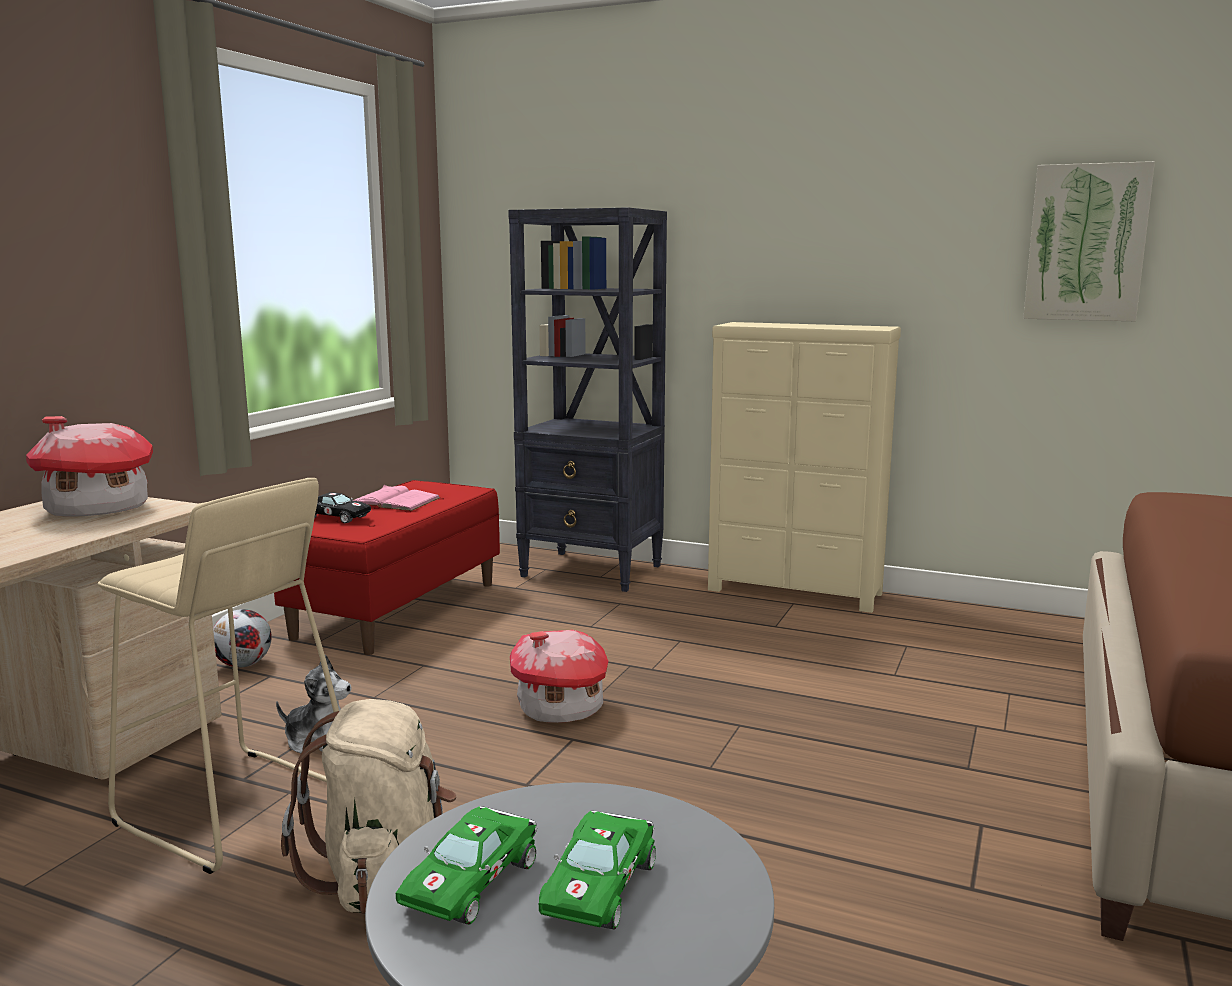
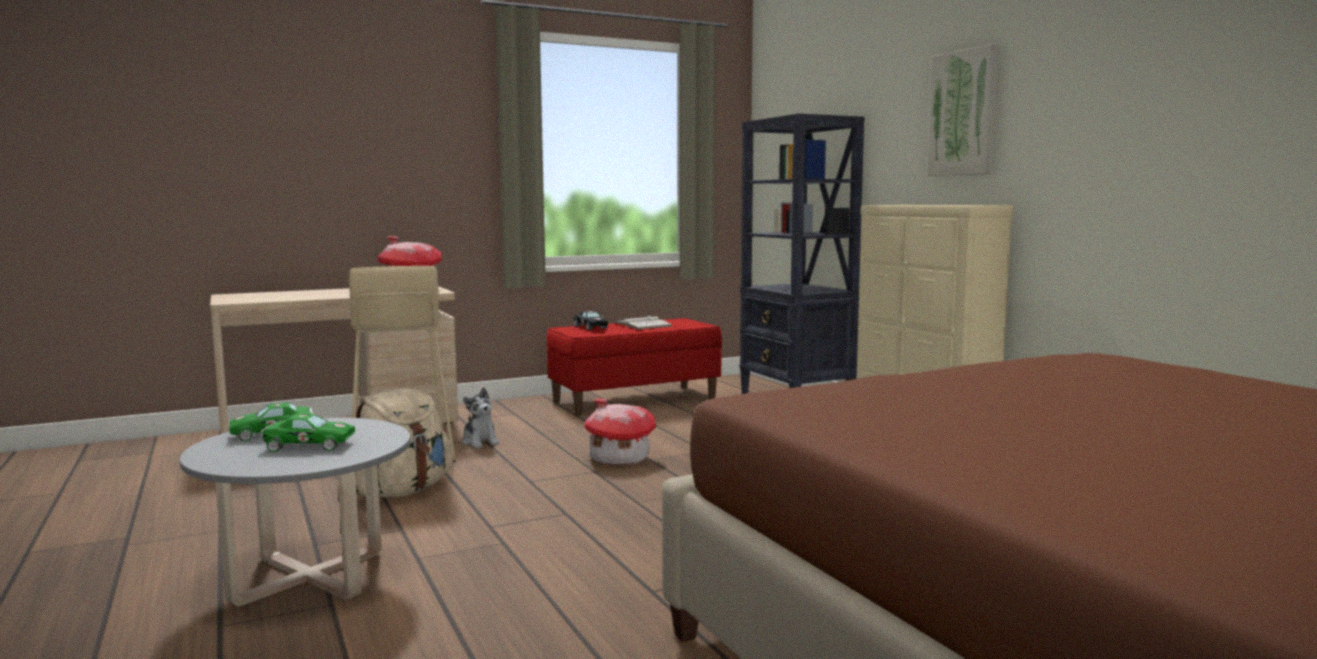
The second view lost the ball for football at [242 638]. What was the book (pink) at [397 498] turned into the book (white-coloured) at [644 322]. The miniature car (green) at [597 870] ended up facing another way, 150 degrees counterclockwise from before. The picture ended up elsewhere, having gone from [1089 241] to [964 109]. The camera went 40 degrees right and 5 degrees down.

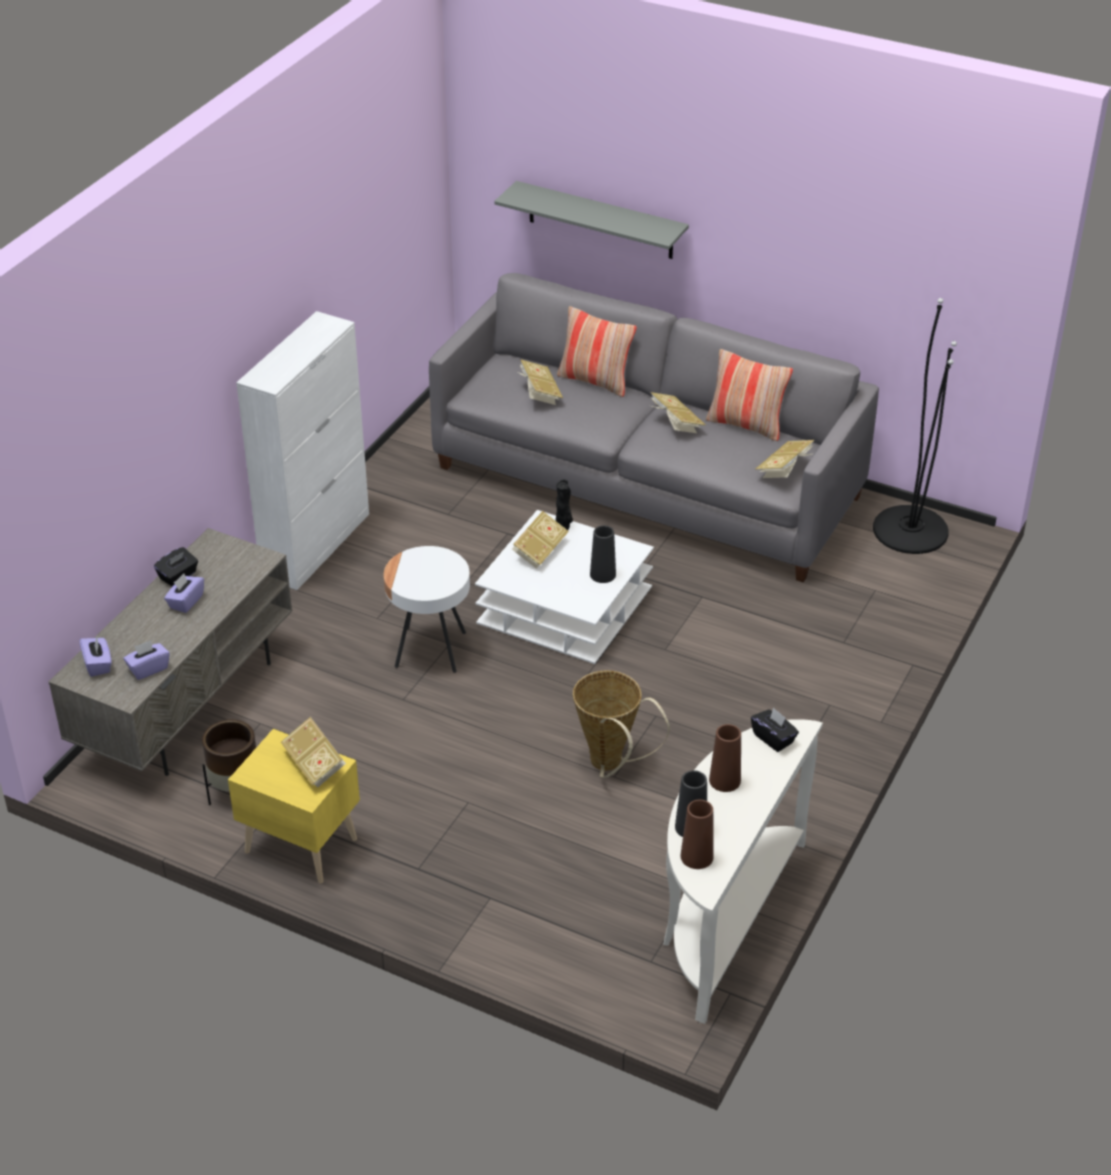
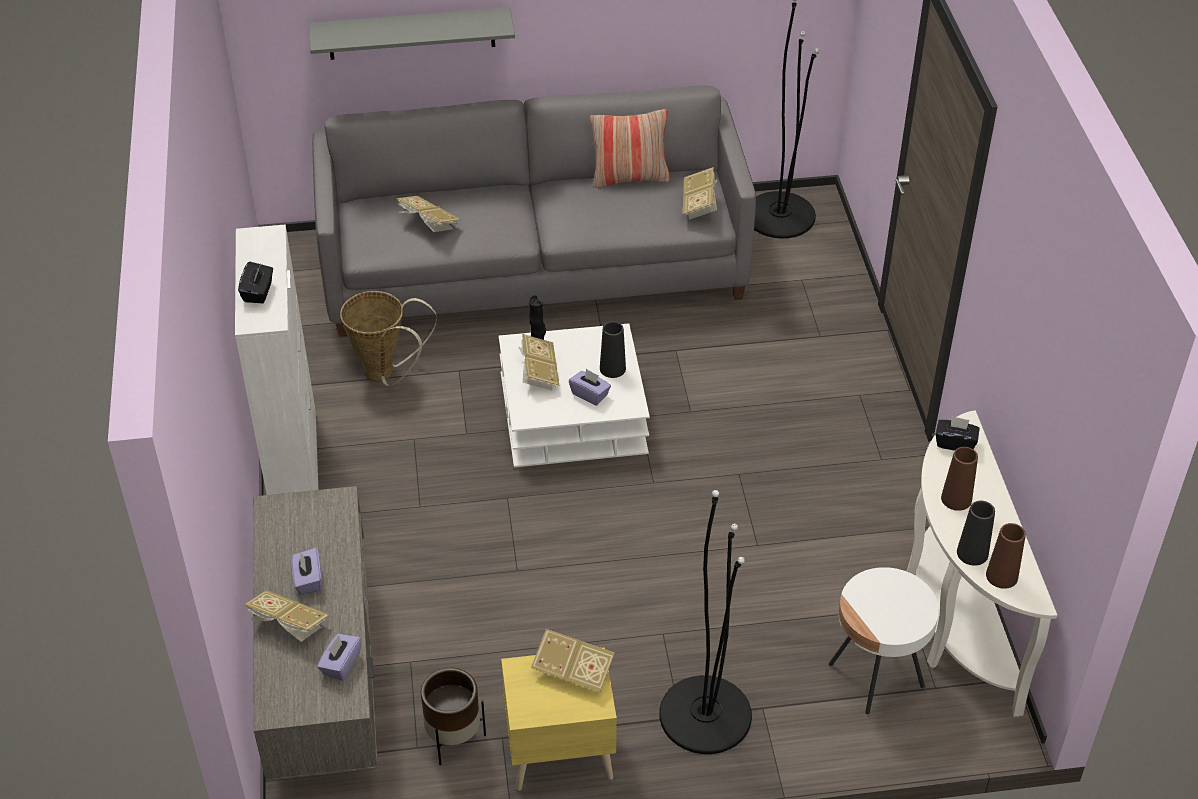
The tissue box (purple-coloured) ended up elsewhere, having gone from [96 657] to [590 387]. The tissue box (black) ended up elsewhere, having gone from [176 566] to [255 282]. The accent table (white-coloured) ended up elsewhere, having gone from [427 609] to [884 640]. The second view lost the throw pillow at [597 351]. The storage basket ended up elsewhere, having gone from [621 724] to [388 338]. The book ended up elsewhere, having gone from [677 412] to [287 616]. The second view gained the standing lamp (black) at [705 622]. The camera went 35 degrees left and 5 degrees up.

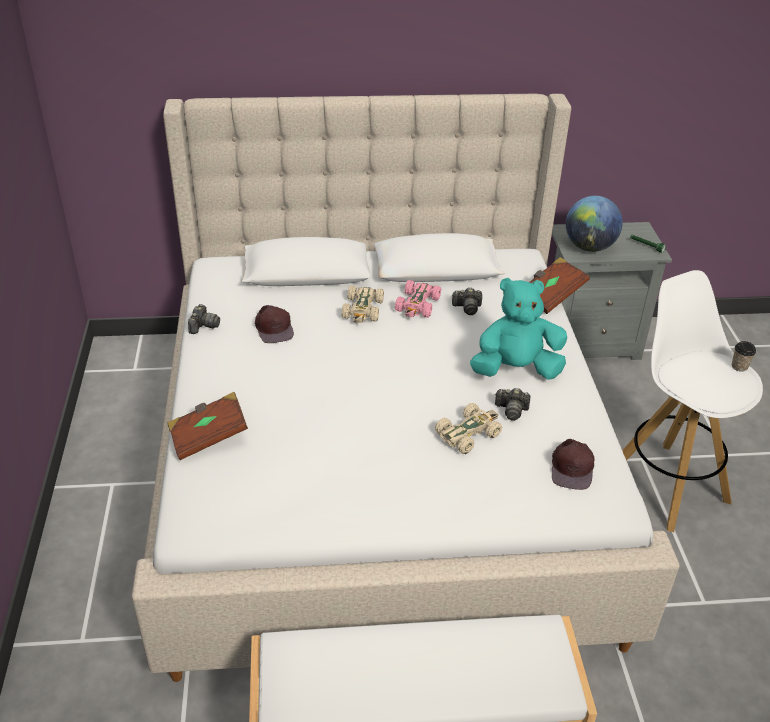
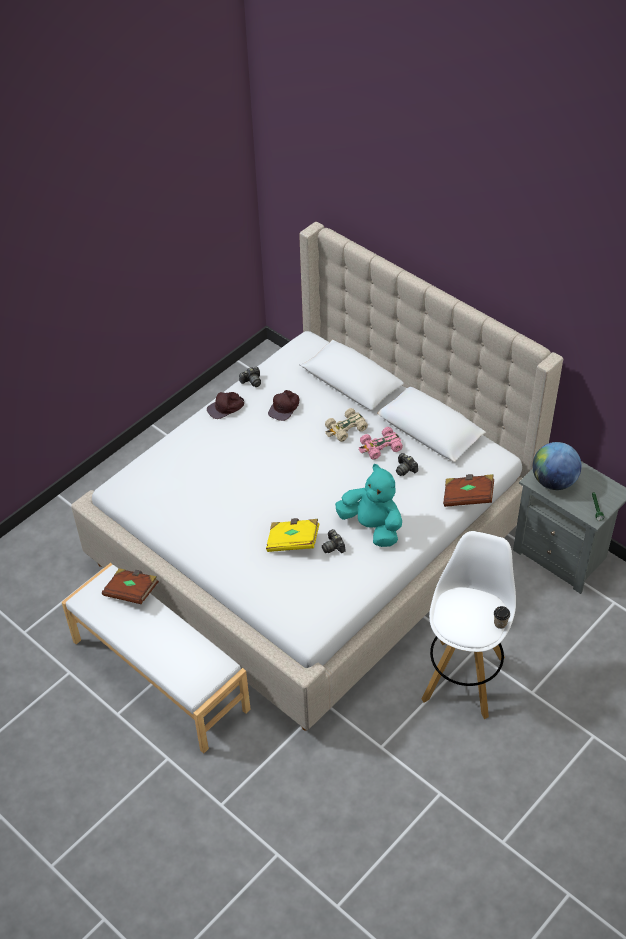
The book (brown) ended up elsewhere, having gone from [208 426] to [130 586]. Where the miniature car (sand-coloured) stood at [468 428], the book (yellowish) came to stand at [292 535]. The peaked cap (brown) ended up elsewhere, having gone from [573 464] to [225 405]. The camera went 50 degrees right and 10 degrees up.

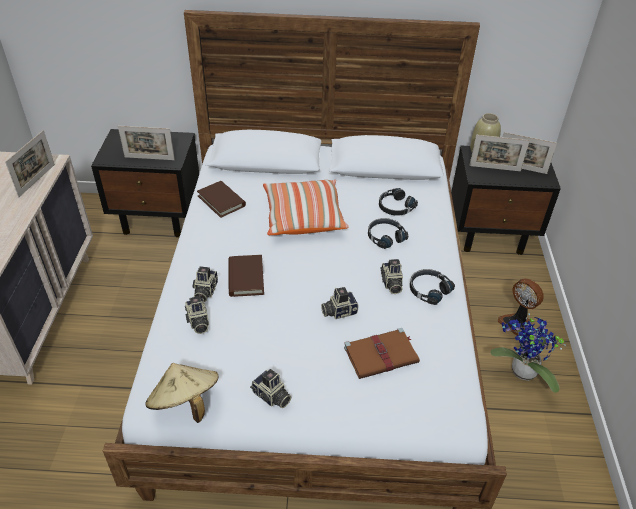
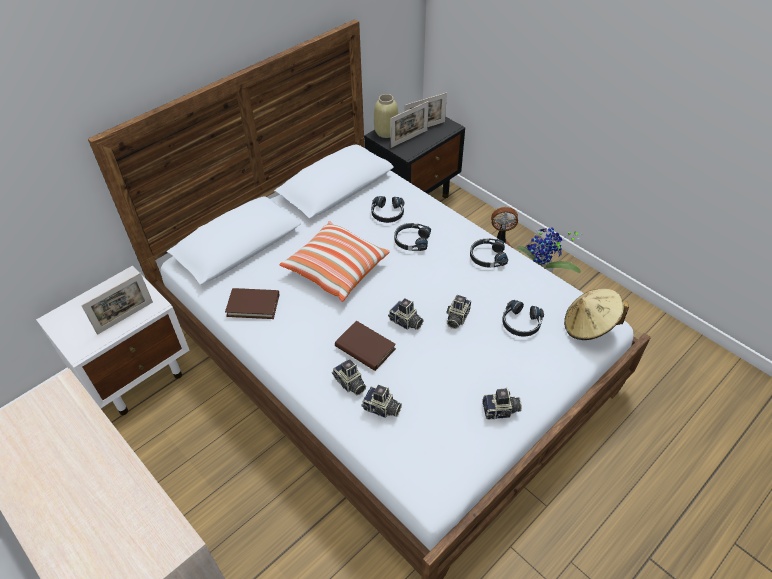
The second view lost the picture frame at [30 163]. What was the bedside table (black) at [145 183] turned into the bedside table (white-coloured) at [112 340]. The wearable hat (sand-coloured) ended up elsewhere, having gone from [181 393] to [596 314]. Where the book (brown) stood at [382 353], the headset (black) came to stand at [523 318]. The still camera ended up elsewhere, having gone from [391 276] to [406 314]. The camera went 45 degrees left and 5 degrees up.

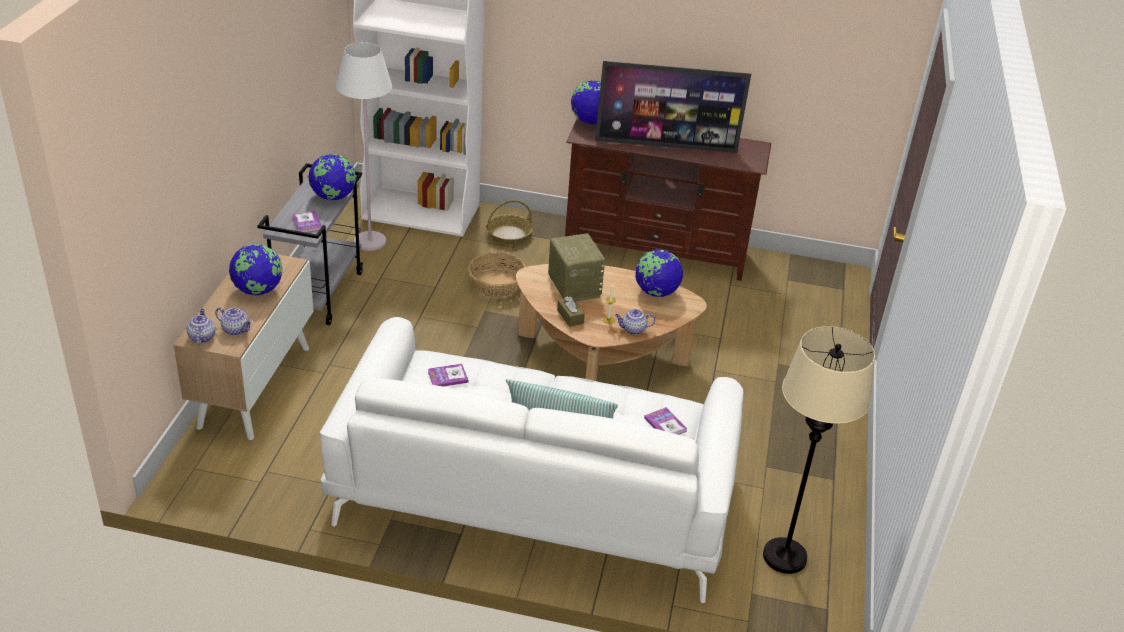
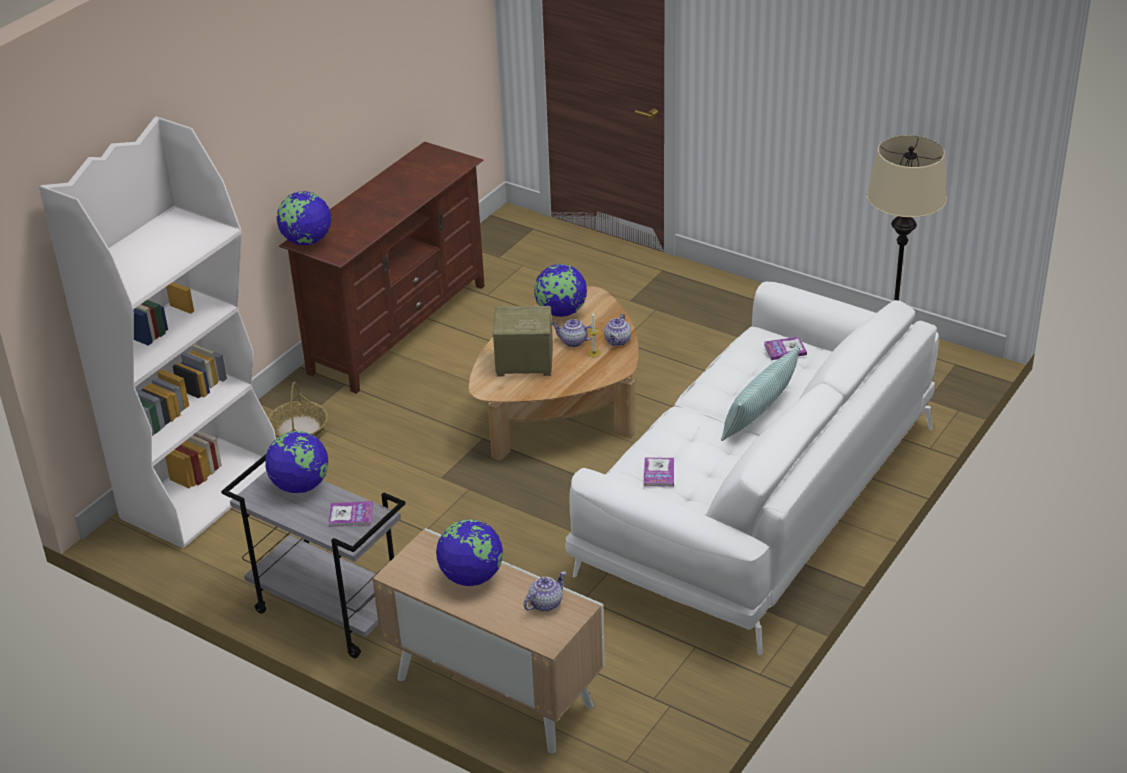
The teapot ended up elsewhere, having gone from [201 326] to [572 333]. The second view lost the standing lamp (white-coloured) at [364 146]. The second view lost the storage basket at [497 275]. The second view lost the tissue box (brown) at [571 312]. The second view lost the TV at [673 107]. The camera went 65 degrees left and 0 degrees up.

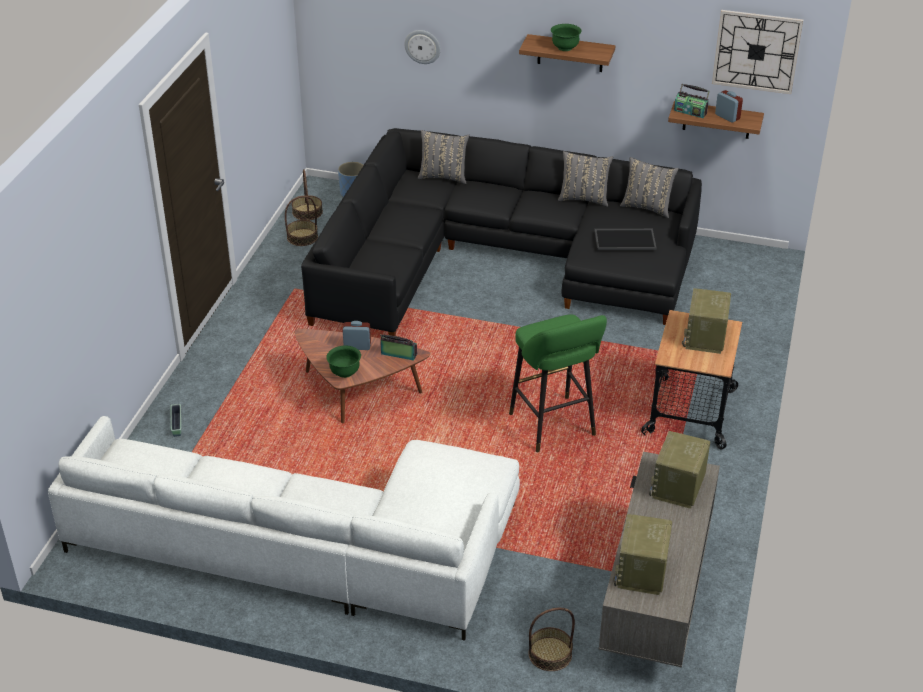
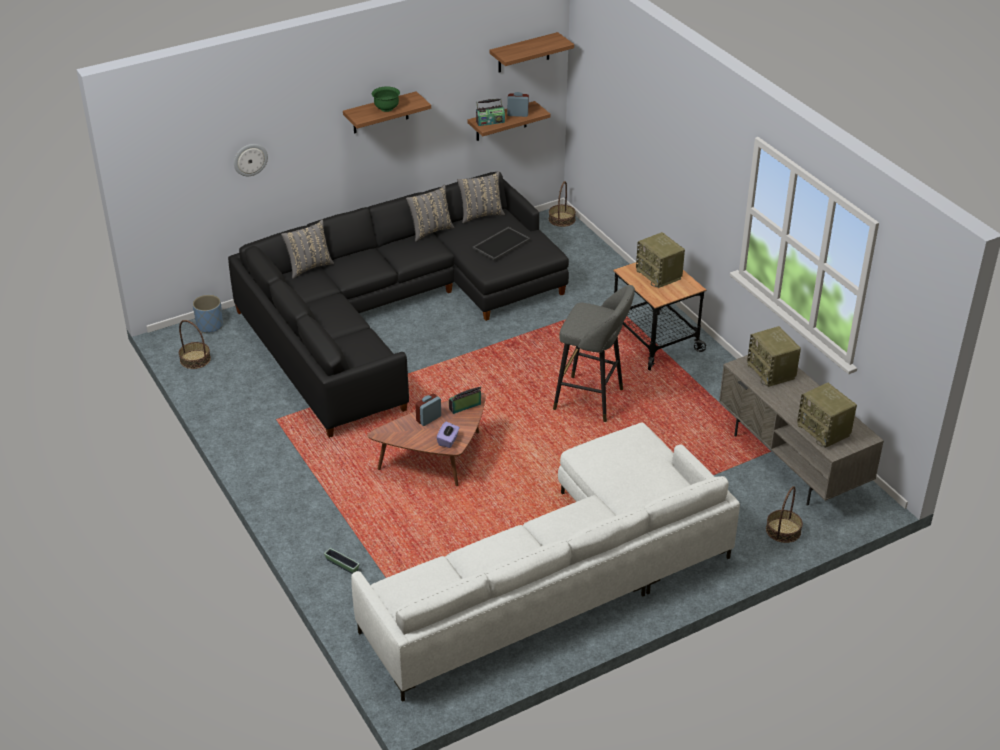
The storage basket ended up elsewhere, having gone from [301 221] to [562 204]. Where the bowl (green) stood at [343 361], the tissue box (purple-coloured) came to stand at [448 435]. What was the sitting stool (green) at [558 383] turned into the sitting stool (greyish) at [594 353]. Where the wall clock hung at [757 52], the wall shelf came to hang at [532 52]. The camera went 45 degrees left and 0 degrees up.

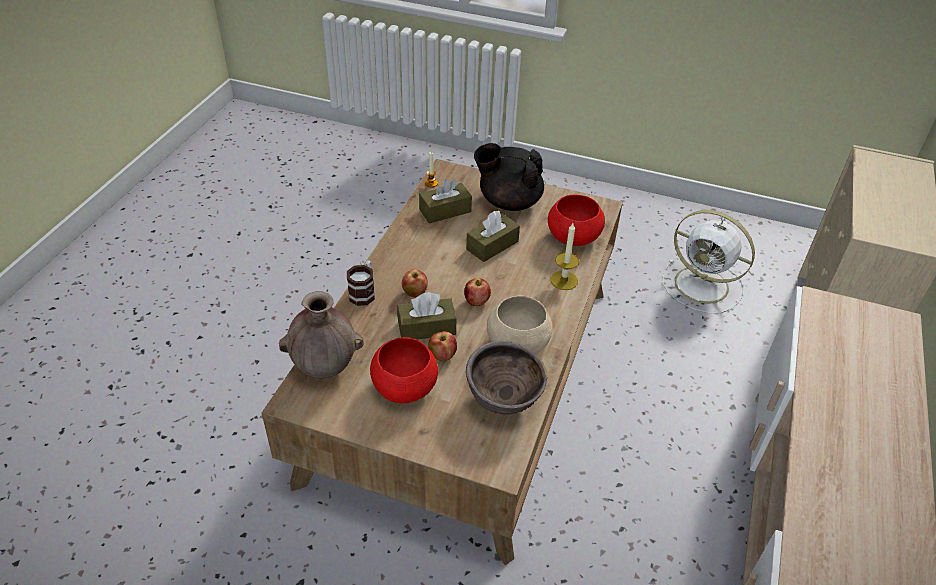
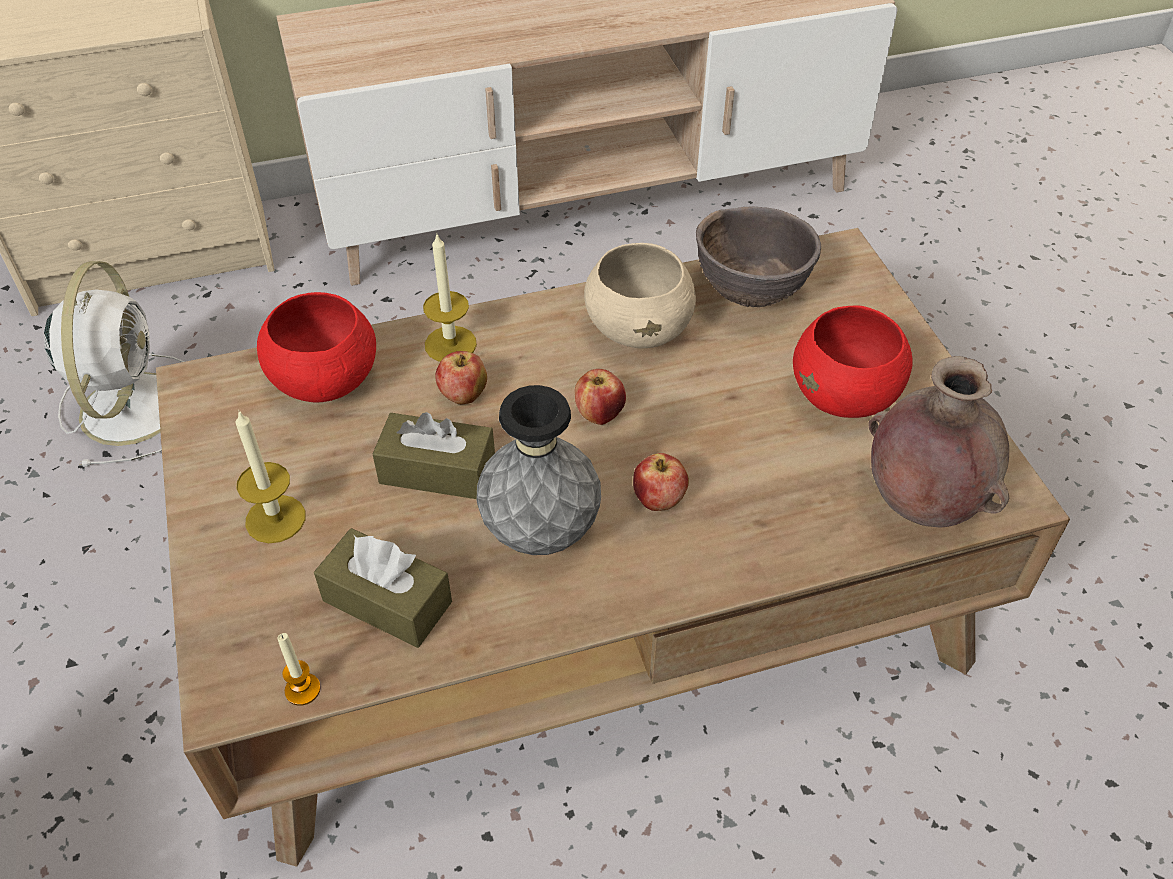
The second view lost the coffee mug at [361 283]. The second view lost the tissue box (brown) at [427 316]. The apple fruit ended up elsewhere, having gone from [442 346] to [461 377]. Where the teapot (black) stood at [509 177], the candle came to stand at [271 476]. The second view gained the decorative vase (greyish) at [538 470]. The camera went 125 degrees left and 5 degrees up.

